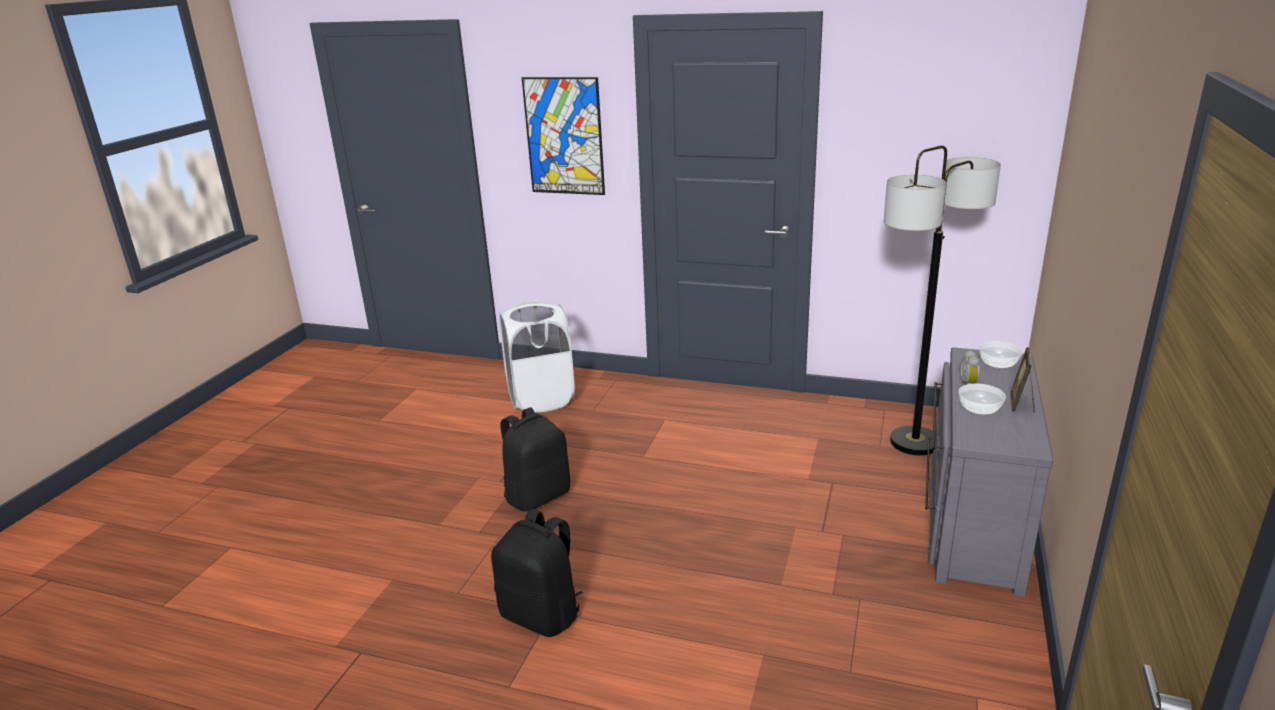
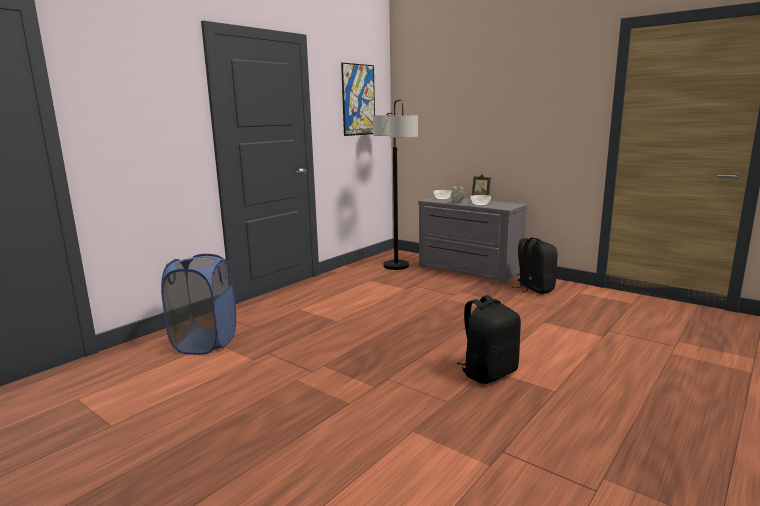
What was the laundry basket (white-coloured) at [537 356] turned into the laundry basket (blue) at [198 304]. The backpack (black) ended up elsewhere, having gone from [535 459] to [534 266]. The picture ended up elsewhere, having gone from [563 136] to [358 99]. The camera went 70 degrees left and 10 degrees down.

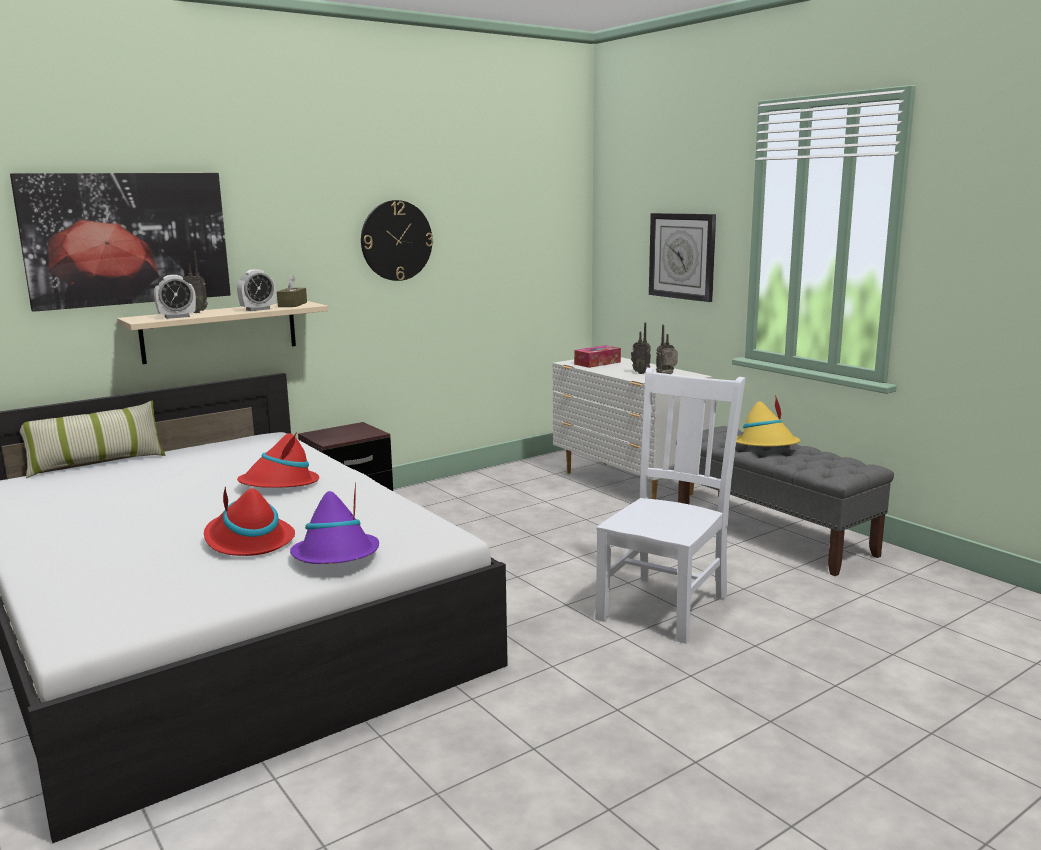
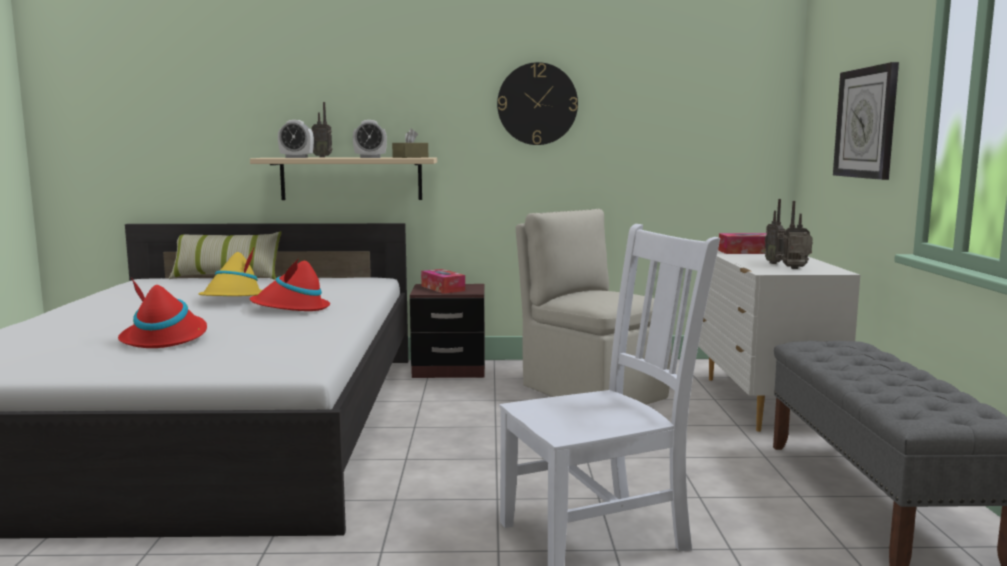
The second view lost the picture at [120 242]. The second view lost the wearable hat (purple-coloured) at [334 523]. The wearable hat (yellowish) ended up elsewhere, having gone from [768 421] to [230 272]. The second view gained the tissue box at [443 281]. The second view gained the upright chair (sand-coloured) at [594 307]. The camera went 35 degrees right and 5 degrees down.

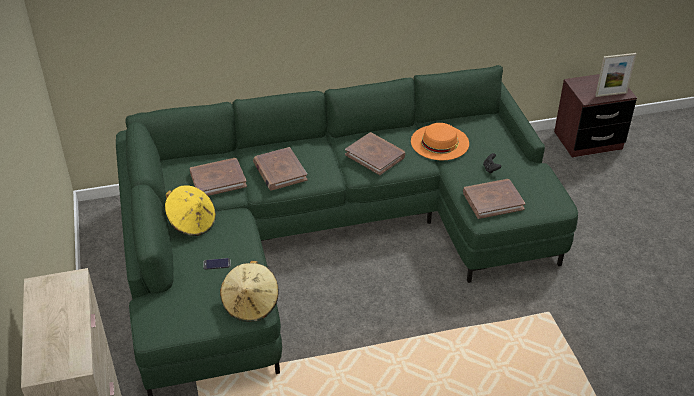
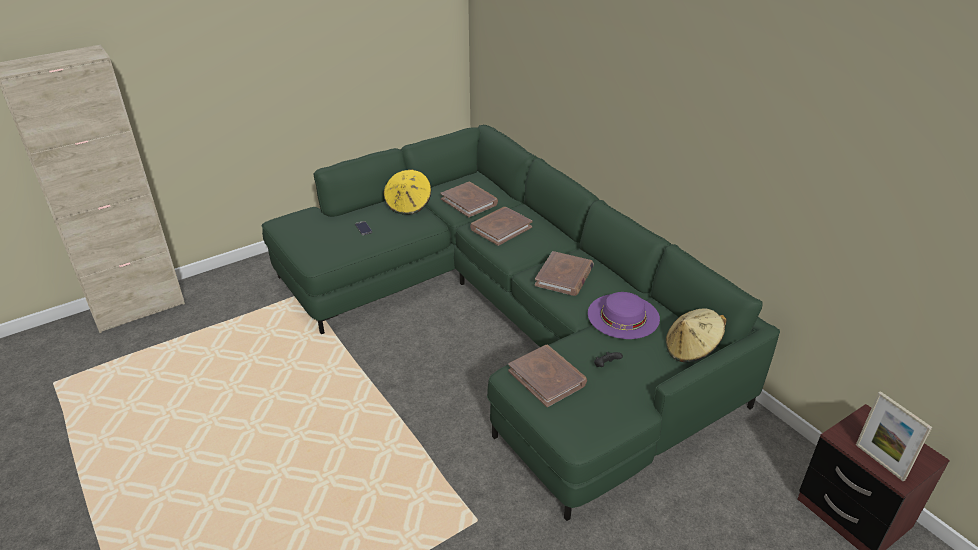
The wearable hat (sand-coloured) ended up elsewhere, having gone from [249 291] to [696 335]. What was the wearable hat (orange-coloured) at [440 141] turned into the wearable hat (purple-coloured) at [624 315]. The camera went 70 degrees right and 5 degrees down.

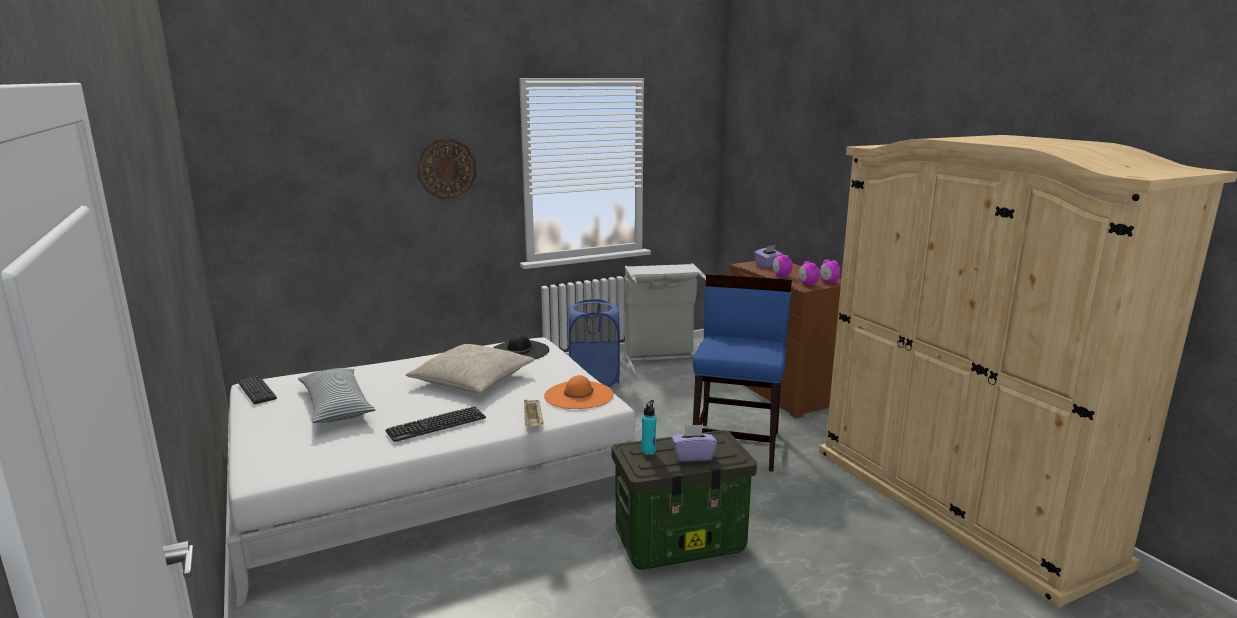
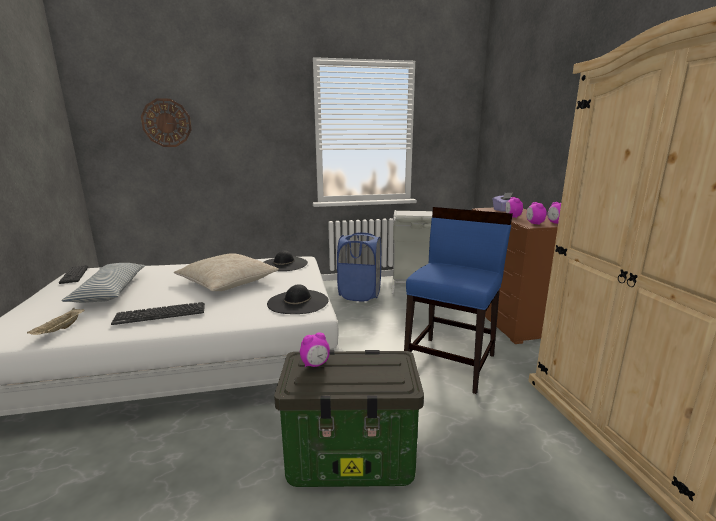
The wall clock ended up elsewhere, having gone from [447 169] to [166 122]. The serving tray (sand-coloured) ended up elsewhere, having gone from [534 413] to [55 321]. What was the wearable hat (orange-coloured) at [578 392] turned into the wearable hat (black) at [298 299]. Where the beverage bottle (blue-green) stood at [649 427], the table clock came to stand at [315 349]. The second view lost the tissue box (purple-coloured) at [694 443]. The camera went 15 degrees right and 0 degrees up.

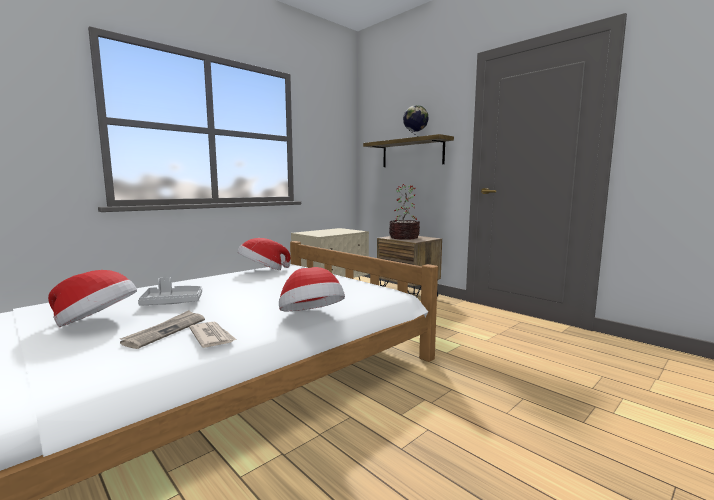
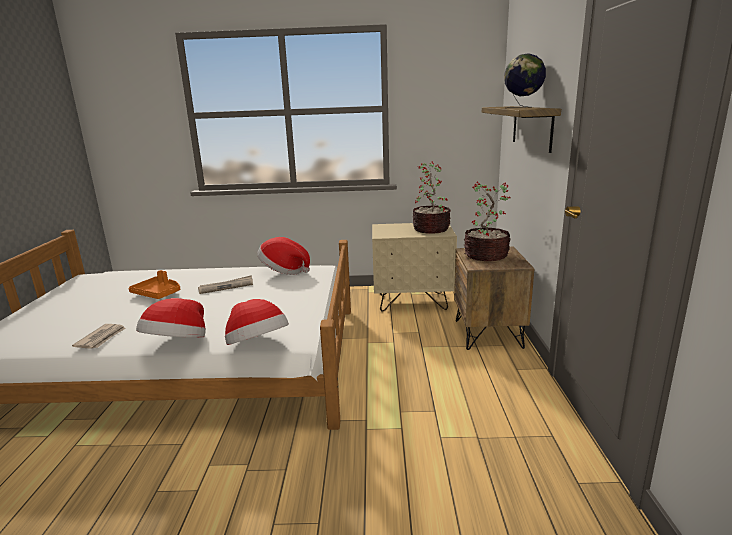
The wearable hat ended up elsewhere, having gone from [92 298] to [257 322]. The daily paper ended up elsewhere, having gone from [162 329] to [225 284]. What was the serving tray (greyish) at [170 291] turned into the serving tray (orange-coloured) at [154 284]. The second view gained the houseplant at [431 197]. The camera went 45 degrees right and 10 degrees up.

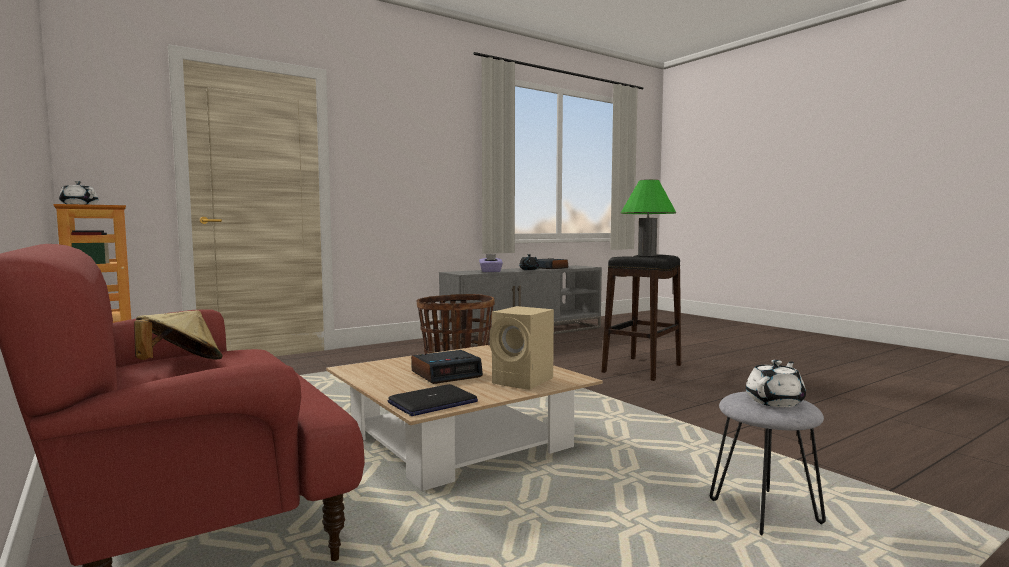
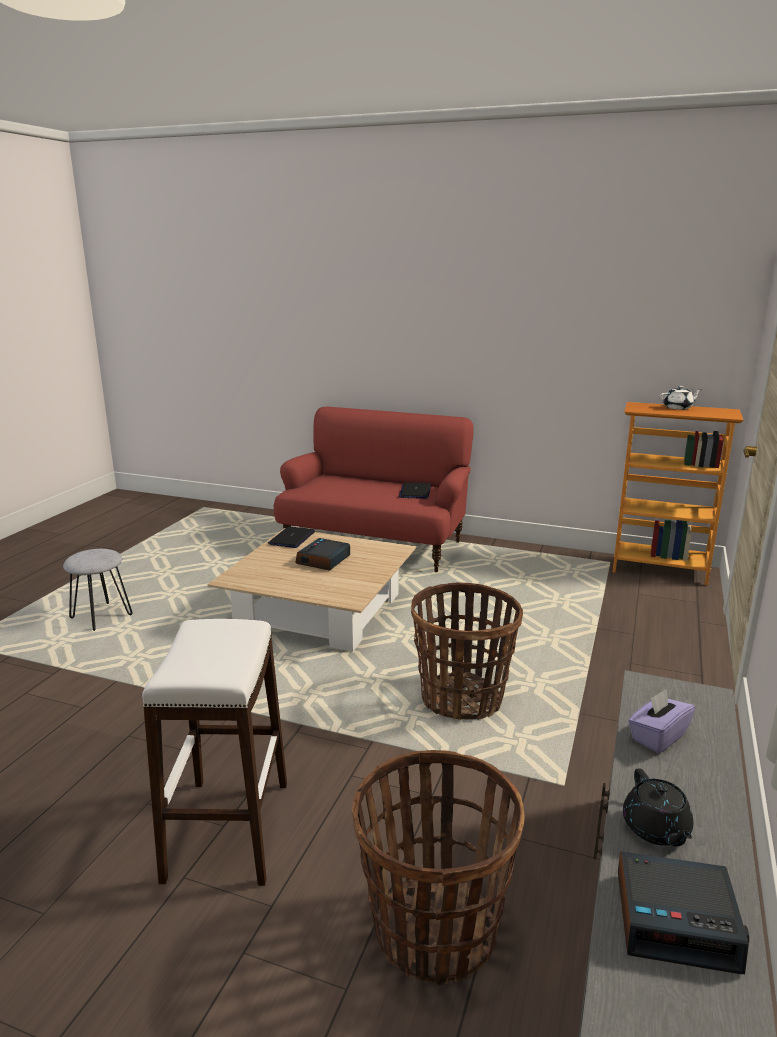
Where the wearable hat (sand-coloured) stood at [178 335], the laptop came to stand at [415 490]. The second view lost the audio speaker (sand-coloured) at [522 347]. What was the sitting stool (black) at [641 317] turned into the sitting stool (white-coloured) at [214 752]. The second view lost the table lamp (green) at [648 217]. The second view lost the teapot (white-coloured) at [776 383]. The second view gained the storage basket at [438 867]. The camera went 145 degrees right and 15 degrees up.

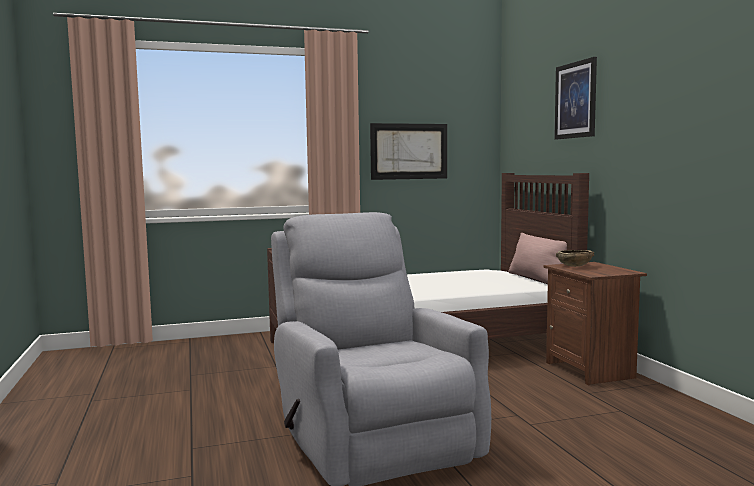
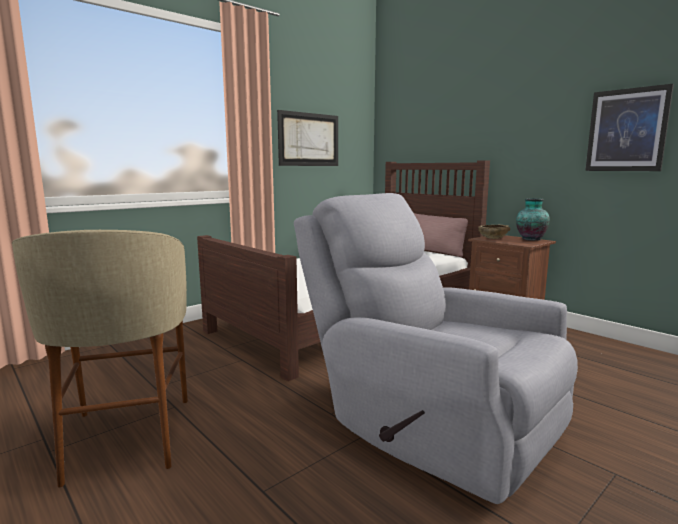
The picture ended up elsewhere, having gone from [575 98] to [629 127]. The second view gained the sitting stool (sand-coloured) at [100 358]. The second view gained the decorative vase at [533 219]. The camera went 25 degrees left and 5 degrees up.

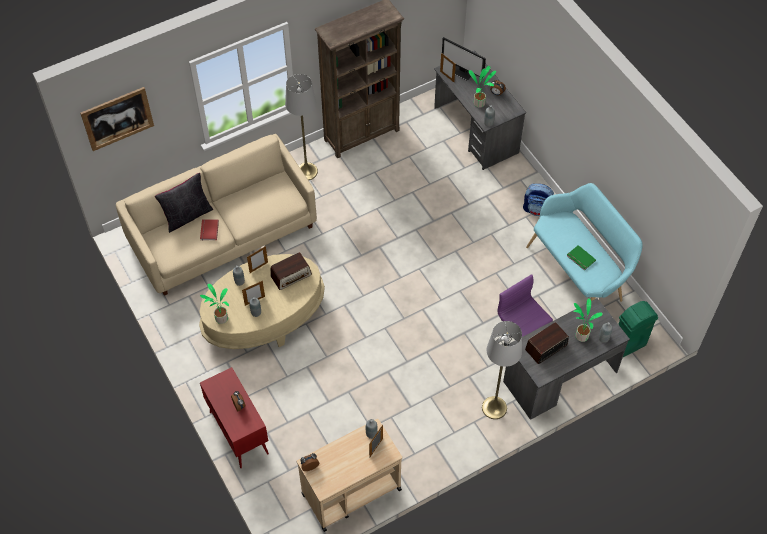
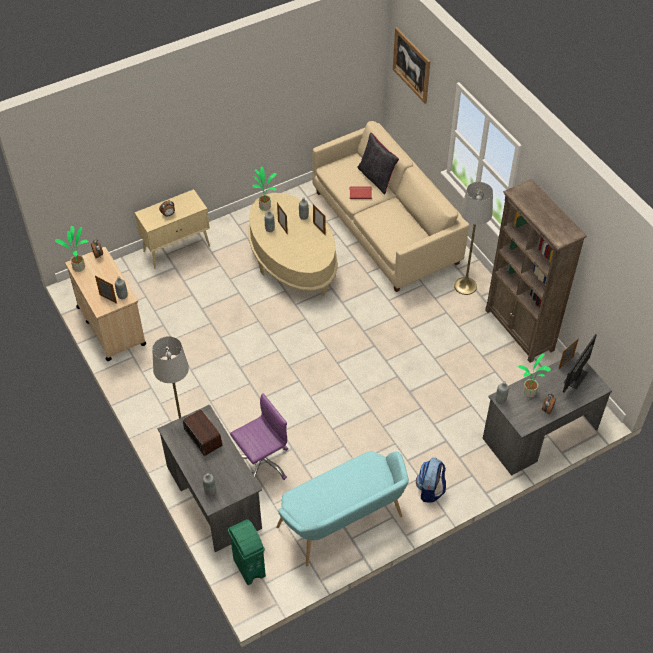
What was the storage cabinet (red) at [234 417] turned into the storage cabinet (sand-coloured) at [172 229]. The second view lost the radio at [291 271]. The second view lost the book (green) at [581 258]. The houseplant ended up elsewhere, having gone from [588 320] to [72 249]. The camera went 90 degrees right and 5 degrees down.

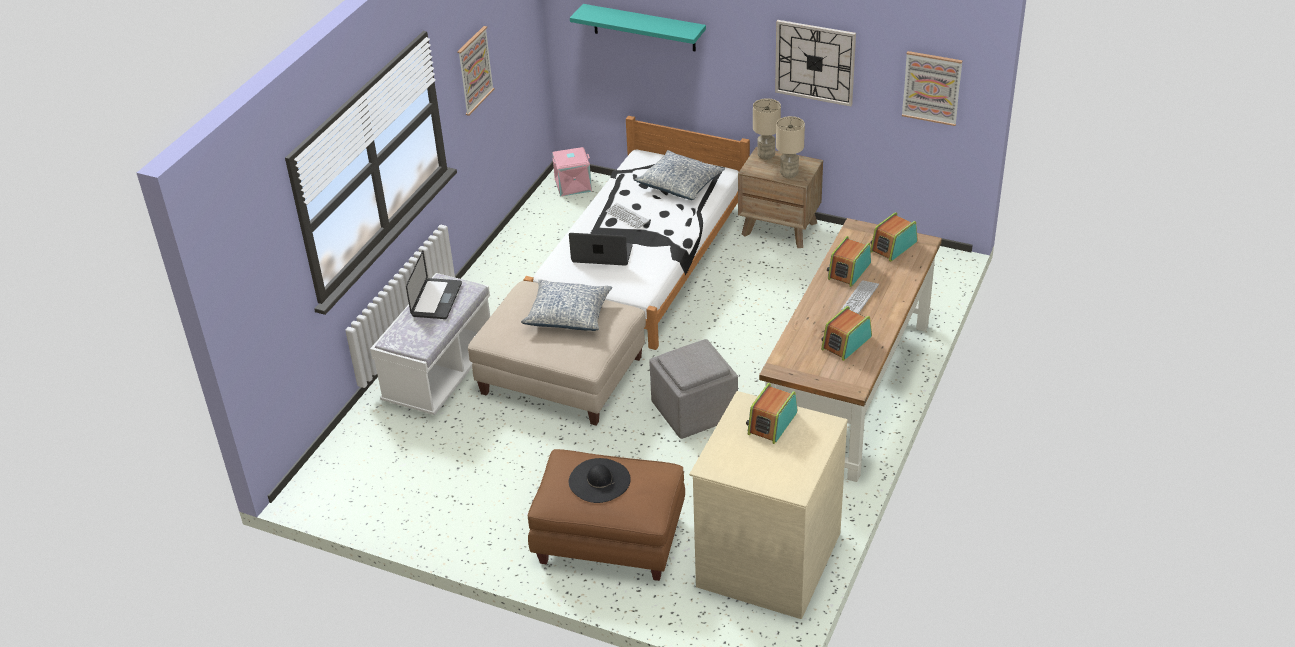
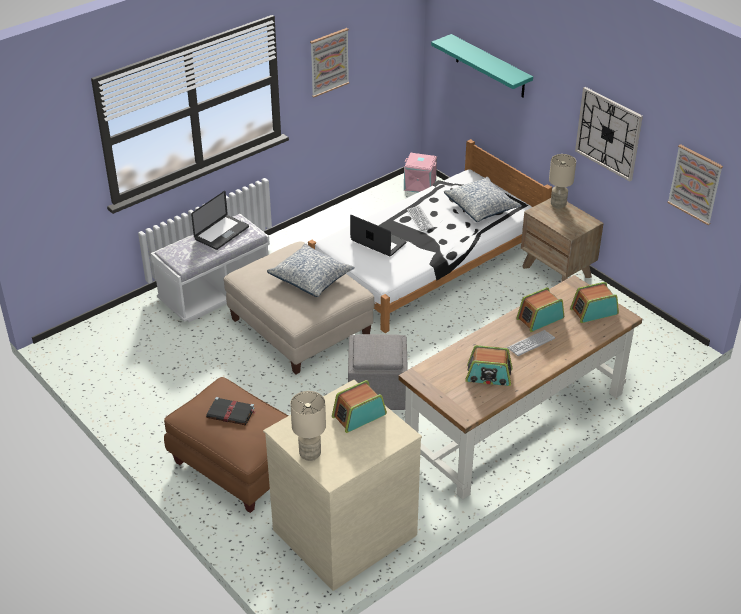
Where the wearable hat (black) stood at [600 480], the book (black) came to stand at [231 411]. The table lamp (sand-coloured) ended up elsewhere, having gone from [790 147] to [308 426]. The radio at [846 333] ended up facing another way, 150 degrees counterclockwise from before. The camera went 25 degrees right and 0 degrees up.

